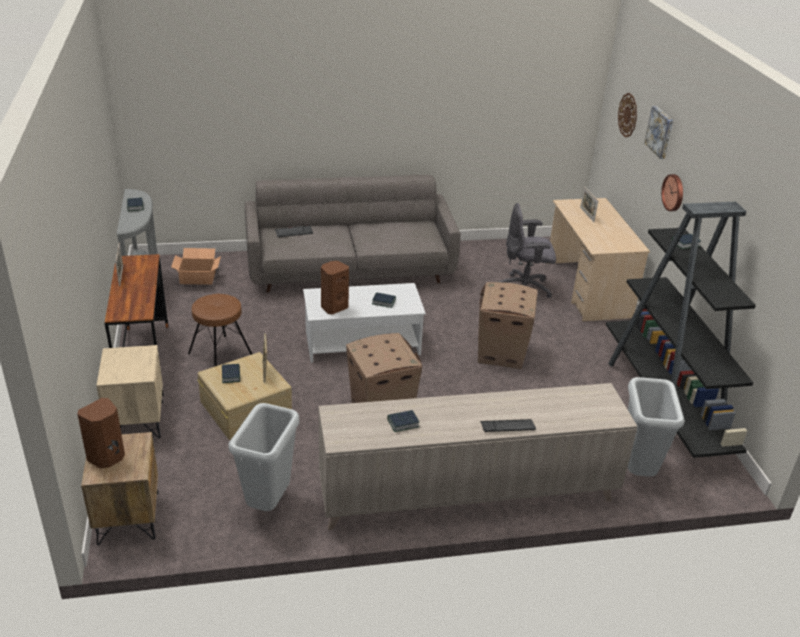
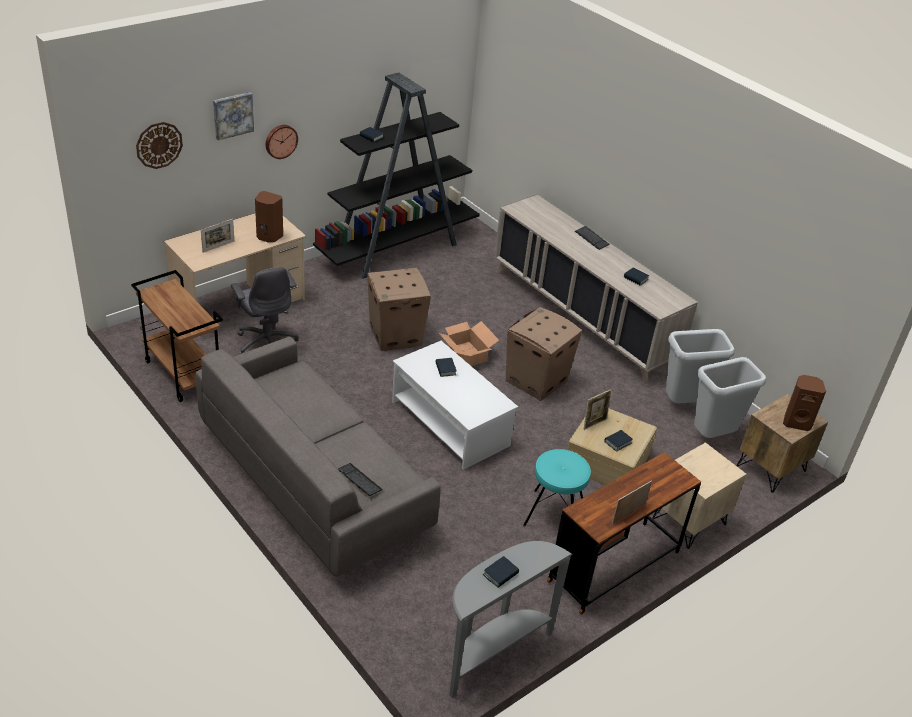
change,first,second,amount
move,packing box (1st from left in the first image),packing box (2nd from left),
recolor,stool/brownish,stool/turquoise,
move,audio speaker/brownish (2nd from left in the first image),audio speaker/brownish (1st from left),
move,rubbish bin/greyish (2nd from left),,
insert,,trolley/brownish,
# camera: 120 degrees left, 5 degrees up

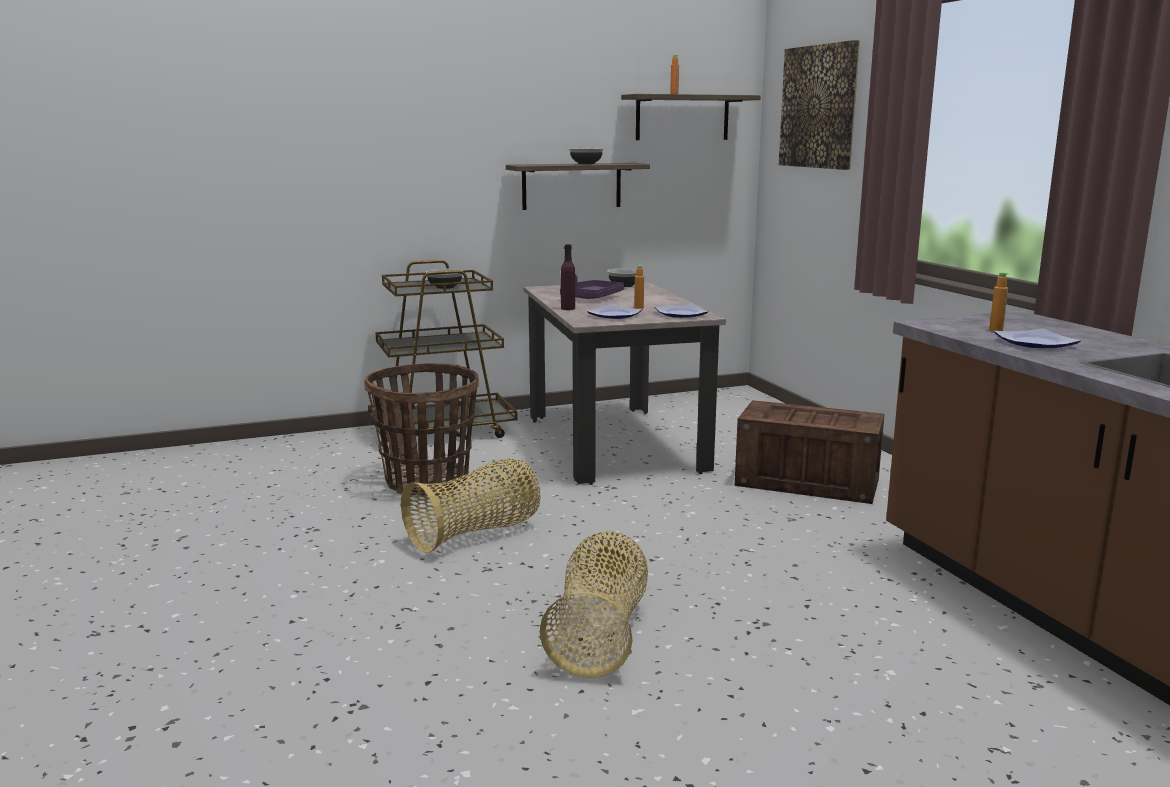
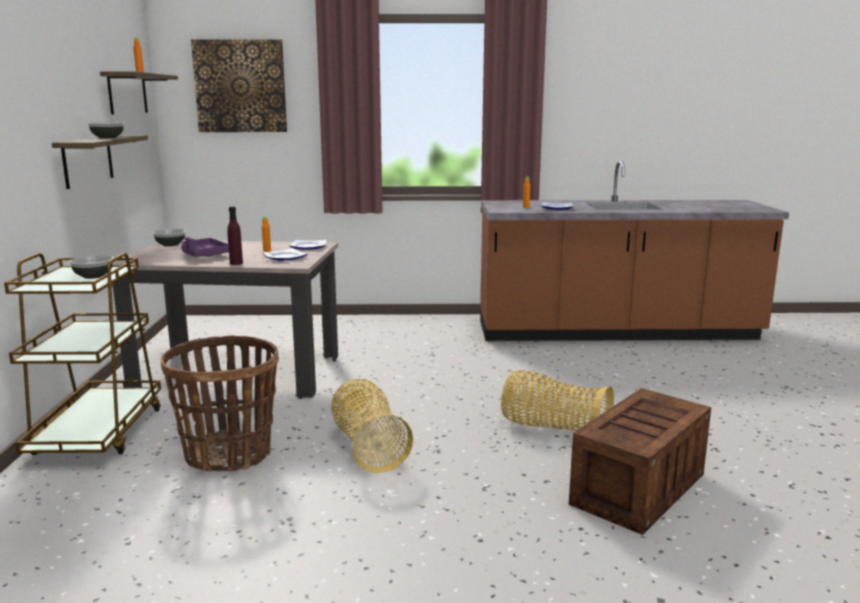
change,first,second,amount
move,crate,,
# camera: 70 degrees left, 0 degrees up

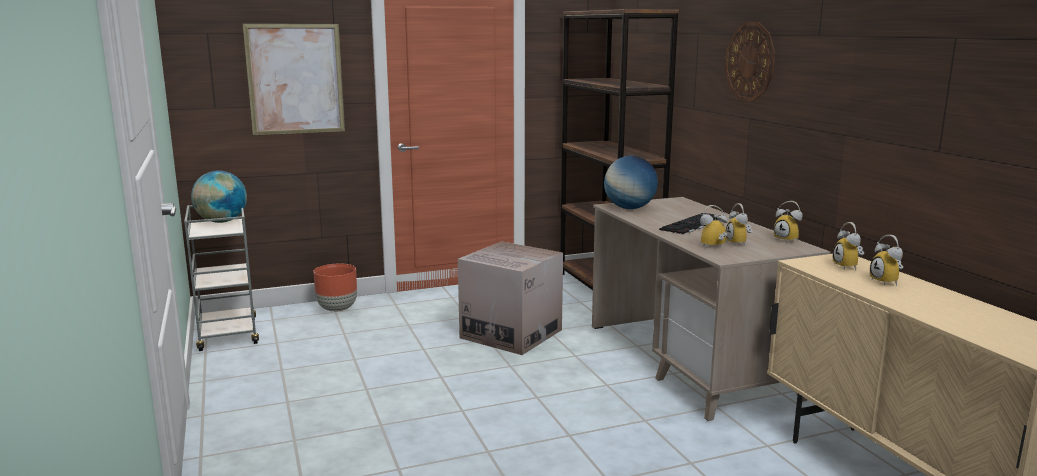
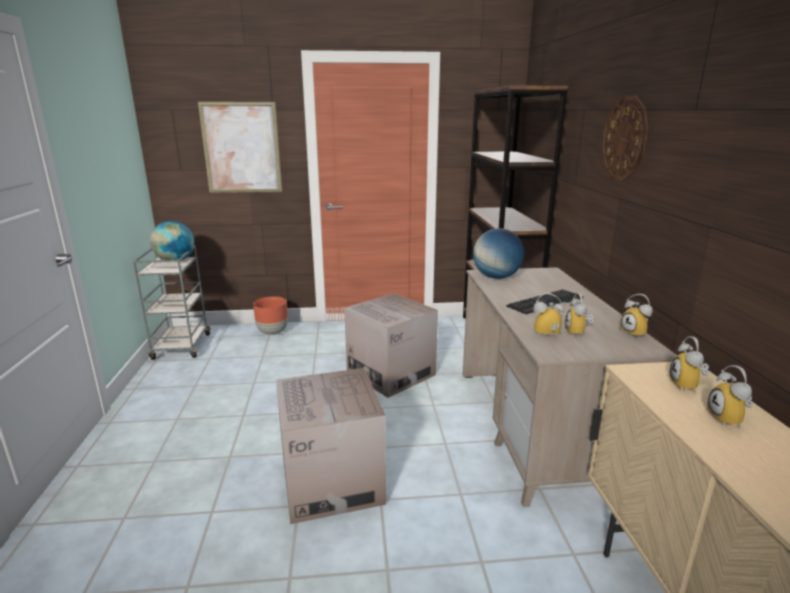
change,first,second,amount
insert,,packing box (1st from left),
# camera: 15 degrees right, 5 degrees up

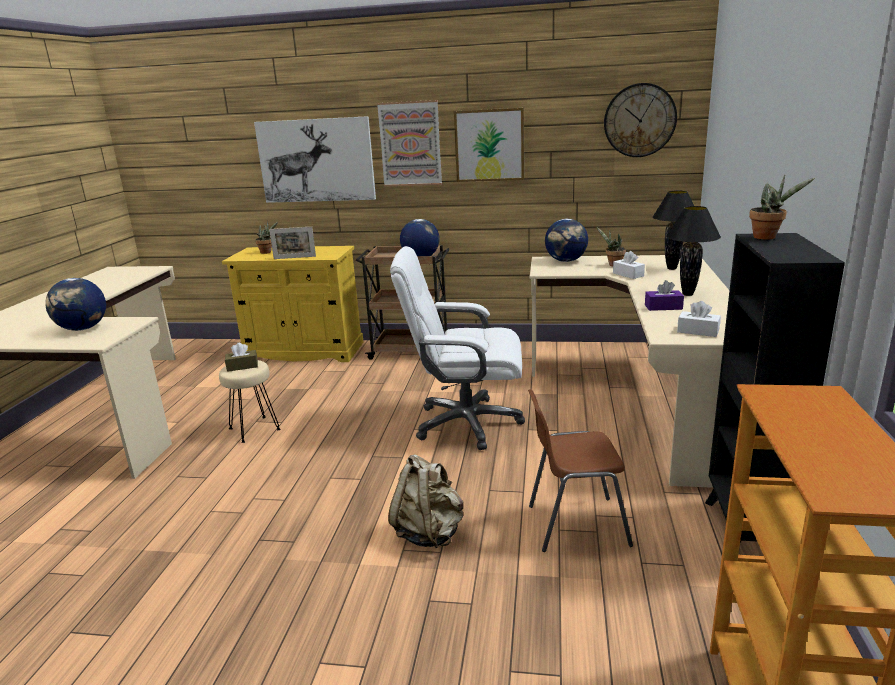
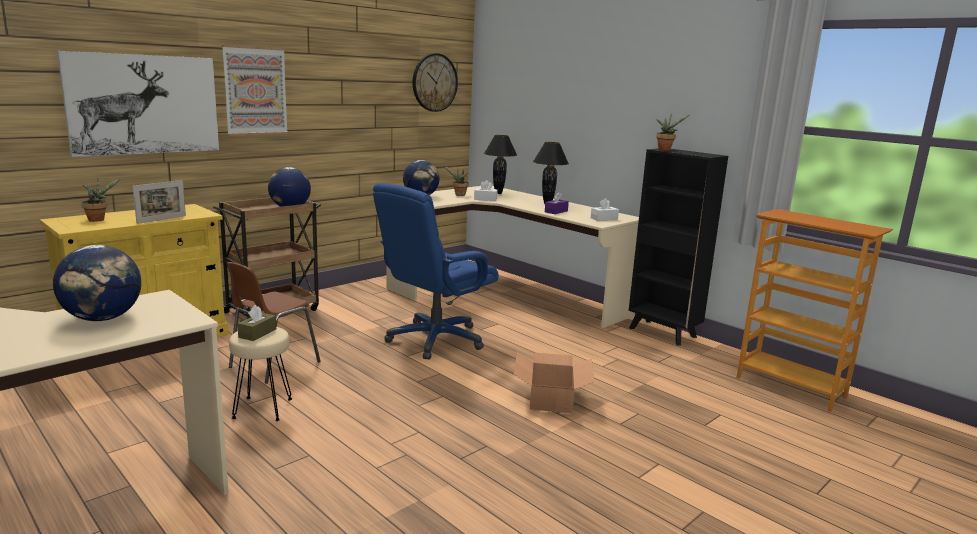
change,first,second,amount
replace,knapsack/beige-coloured,packing box,
recolor,desk chair/white-coloured,desk chair/blue,
delete,picture (3rd from left),,
move,upright chair/brownish,,
# camera: 55 degrees left, 5 degrees down

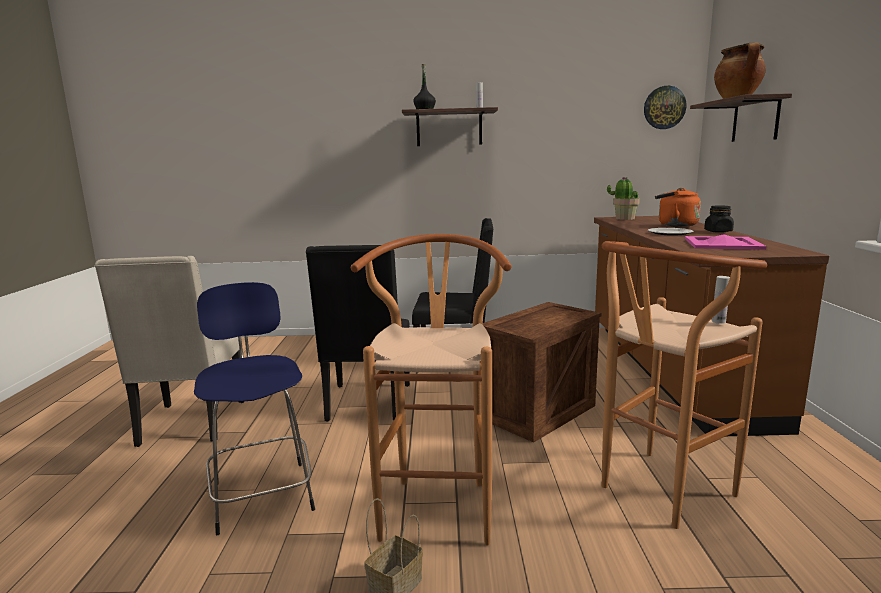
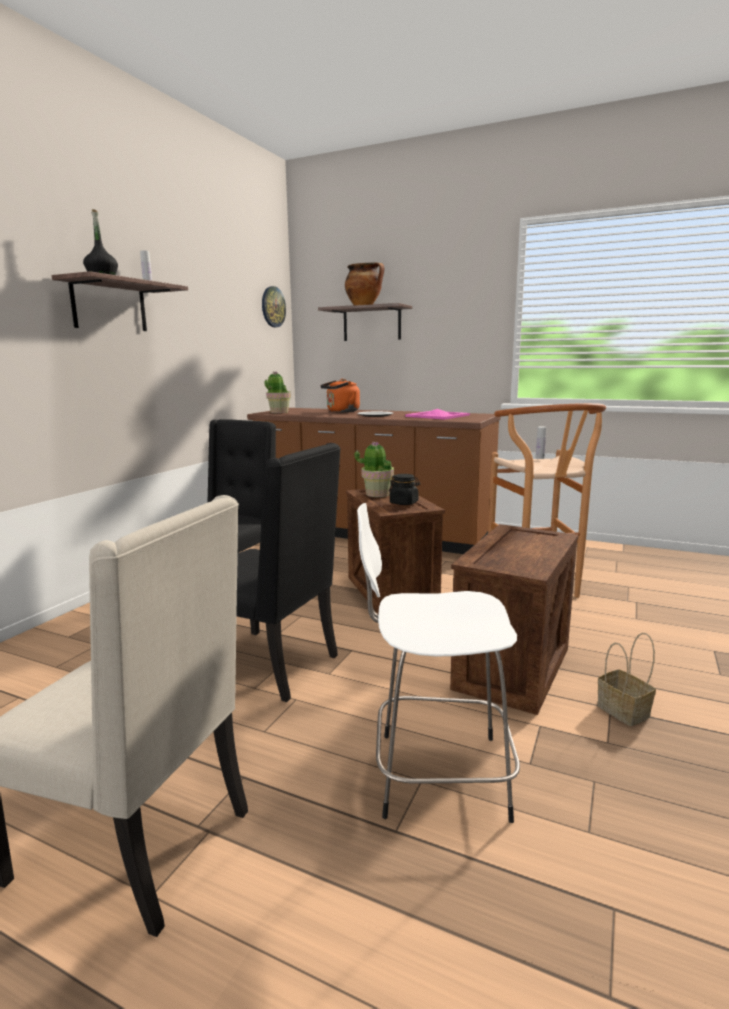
change,first,second,amount
recolor,stool/blue,stool/white-coloured,
replace,stool/brownish (1st from left),crate (2nd from left),
move,preserve jar/black-coloured,,
insert,,houseplant (2nd from left),
# camera: 65 degrees left, 0 degrees up

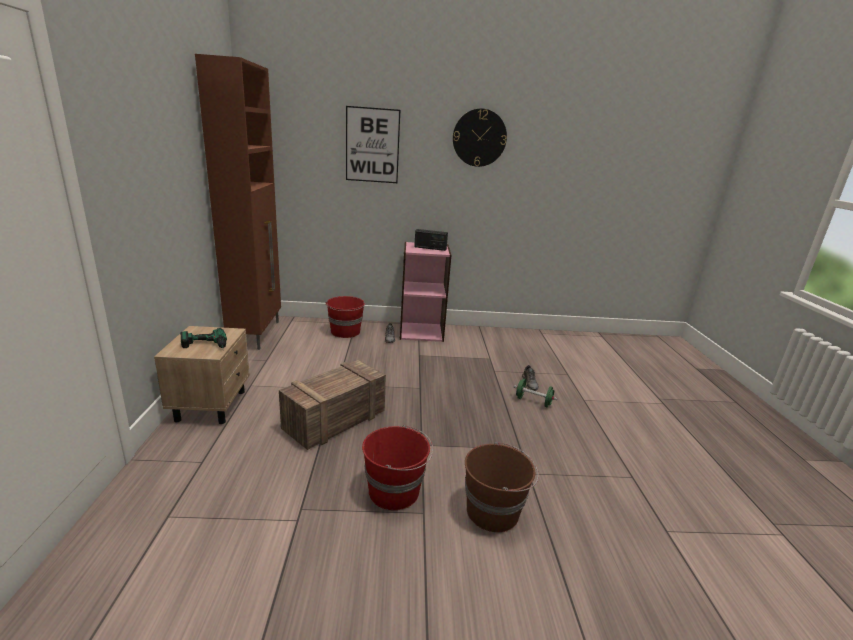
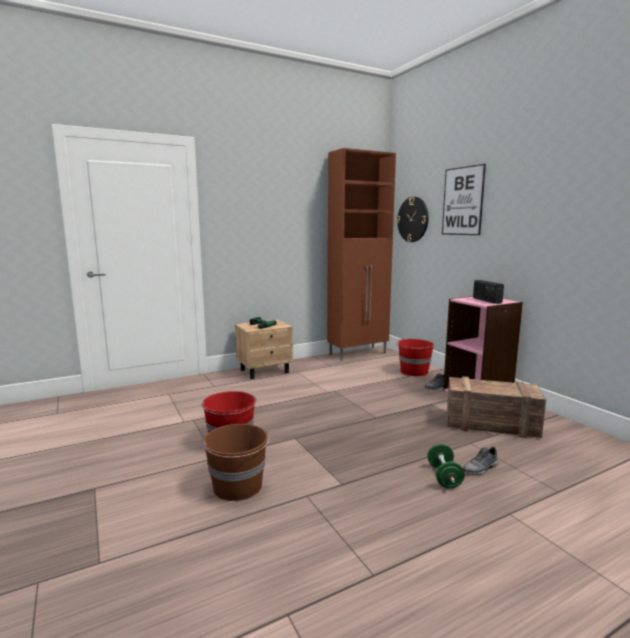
change,first,second,amount
move,crate,,
move,wall clock,,
# camera: 65 degrees right, 10 degrees down

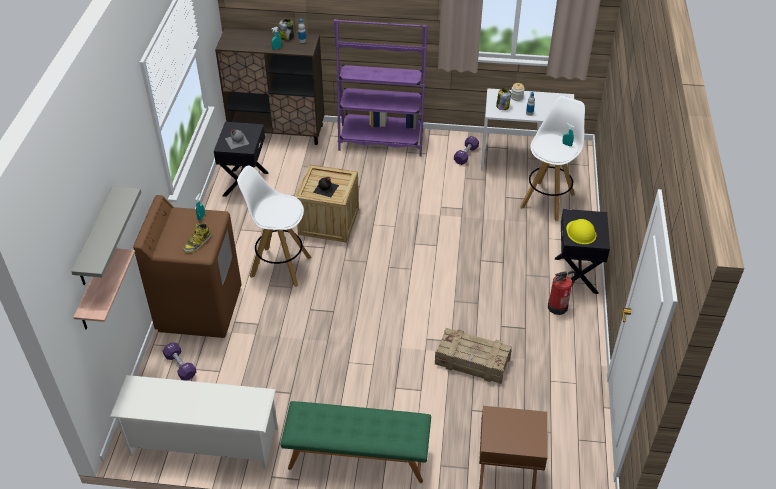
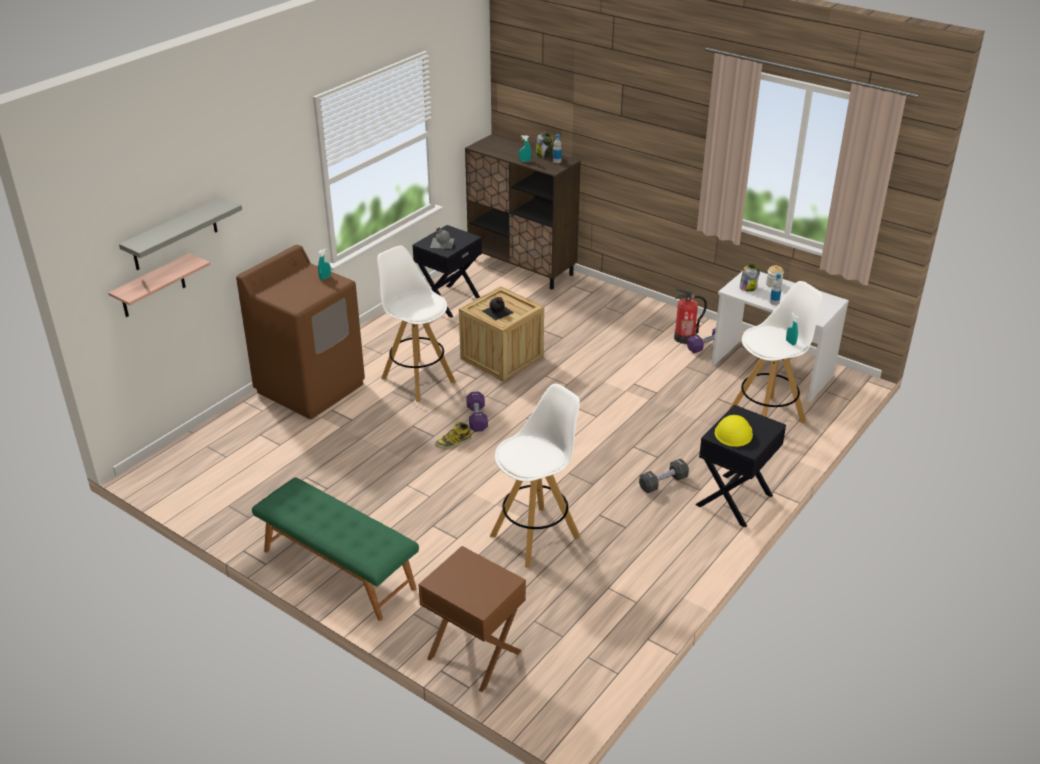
change,first,second,amount
delete,shoe stand/white-coloured,,
move,dumbbell/purple (1st from left),,
move,high-top boot,,
delete,bookshelf/purple,,
replace,crate (2nd from left),stool/white-coloured (2nd from left),
move,fire extinguisher,,
insert,,dumbbell/black-coloured,
# camera: 30 degrees right, 10 degrees down

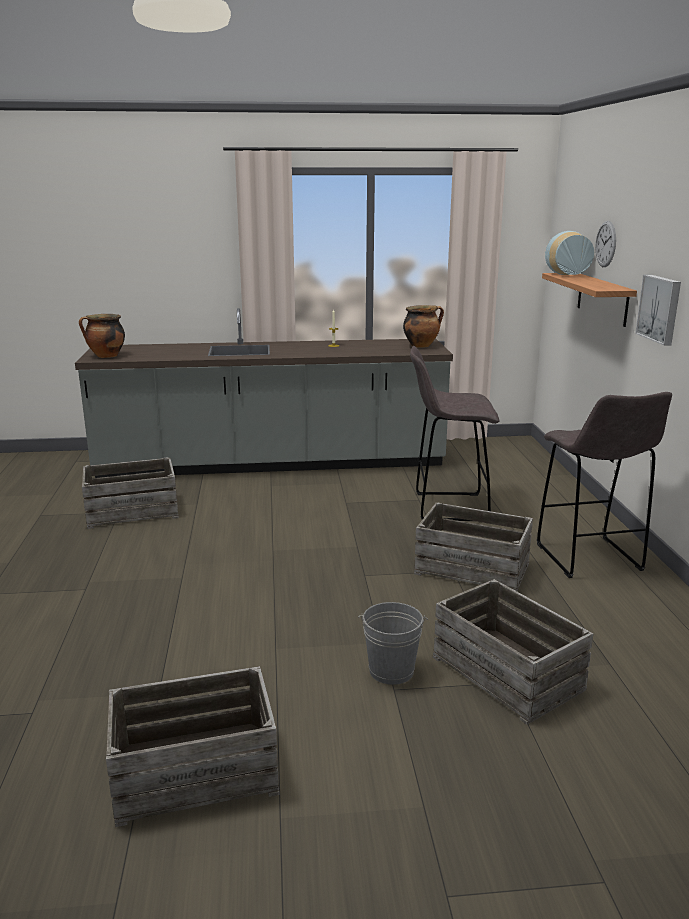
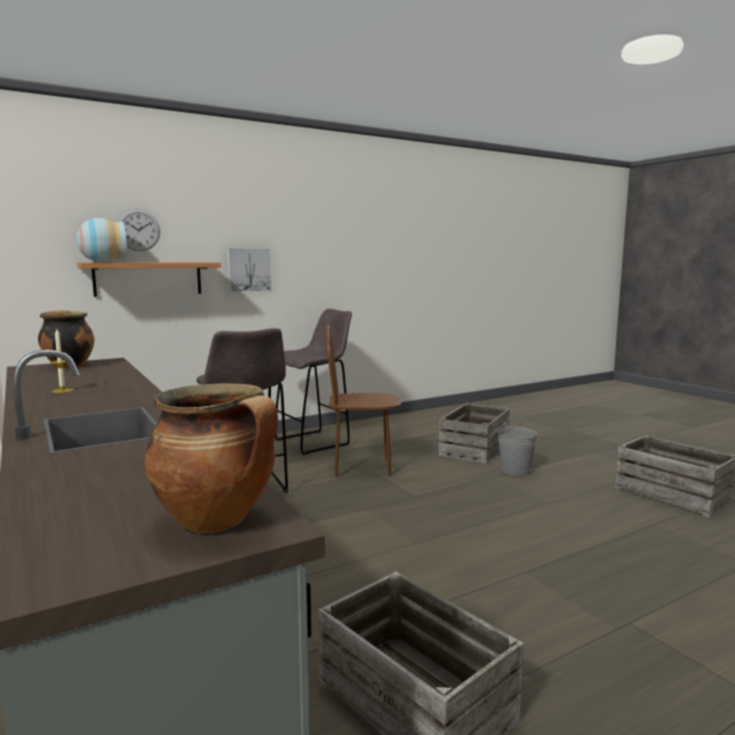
change,first,second,amount
replace,crate (3rd from left),upright chair/brownish,
# camera: 115 degrees left, 10 degrees down

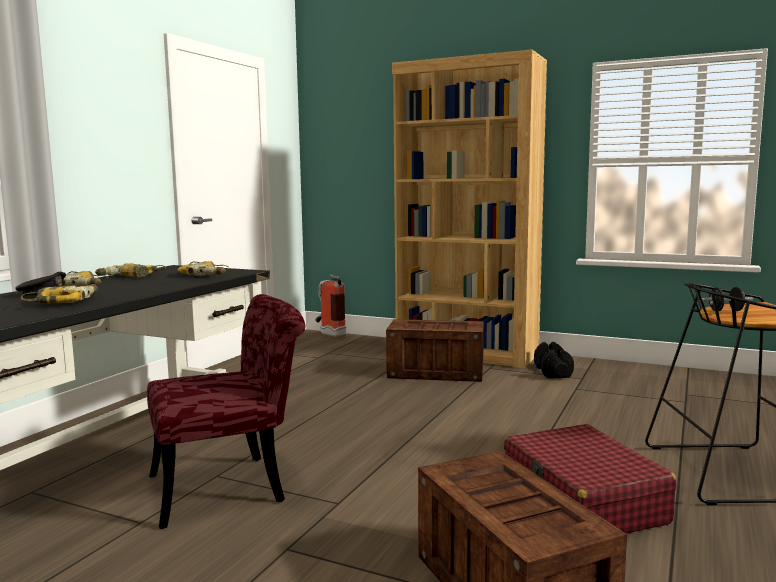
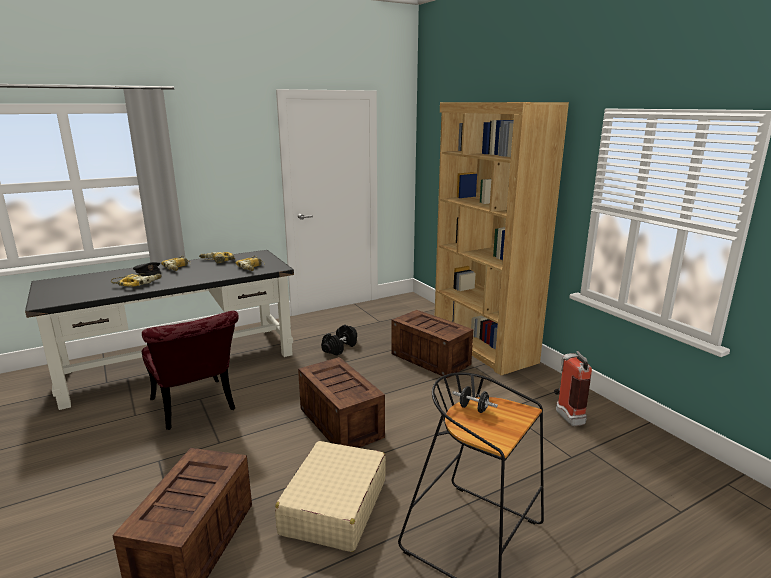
change,first,second,amount
rotate,upright chair/red,,45 degrees clockwise
move,fire extinguisher,,
recolor,piece of luggage/red,piece of luggage/beige-coloured,
move,dumbbell/black-coloured (1st from left),,
insert,,crate (2nd from left),
# camera: 35 degrees right, 10 degrees up

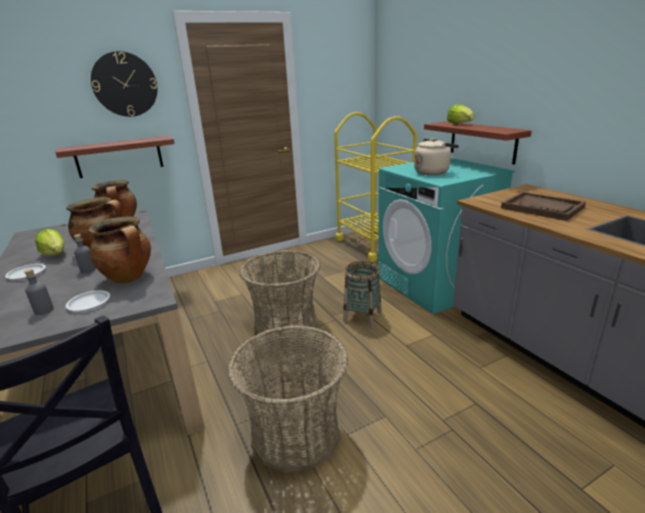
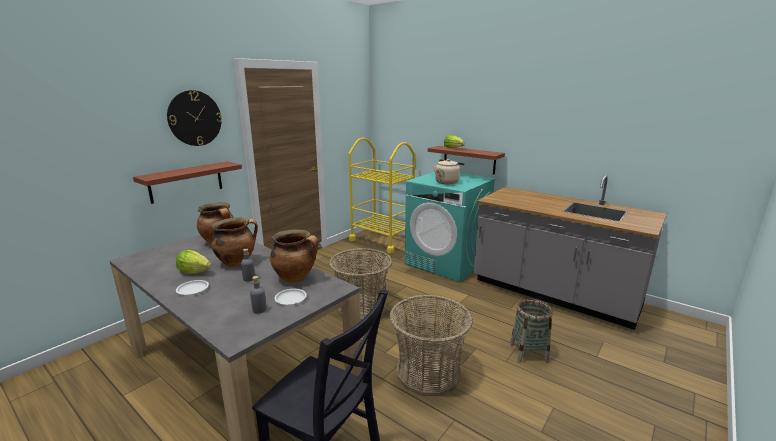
change,first,second,amount
move,basket (3rd from left),,
delete,serving tray/brownish,,
# camera: 25 degrees left, 5 degrees down

